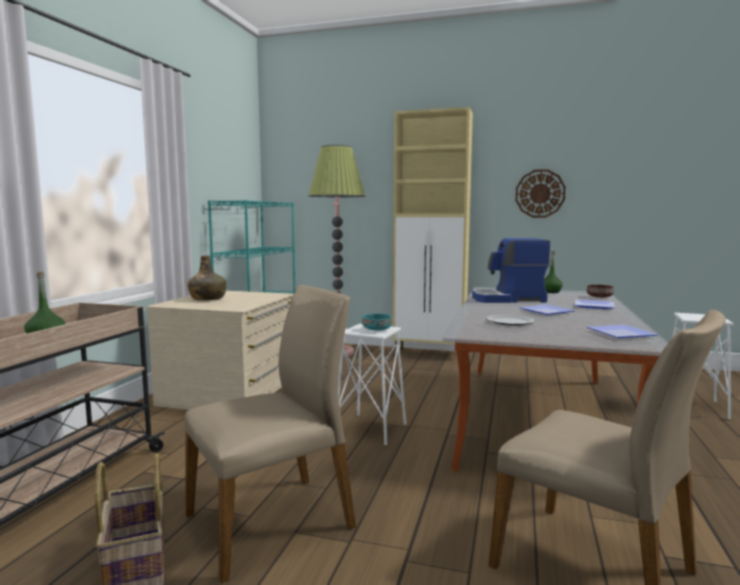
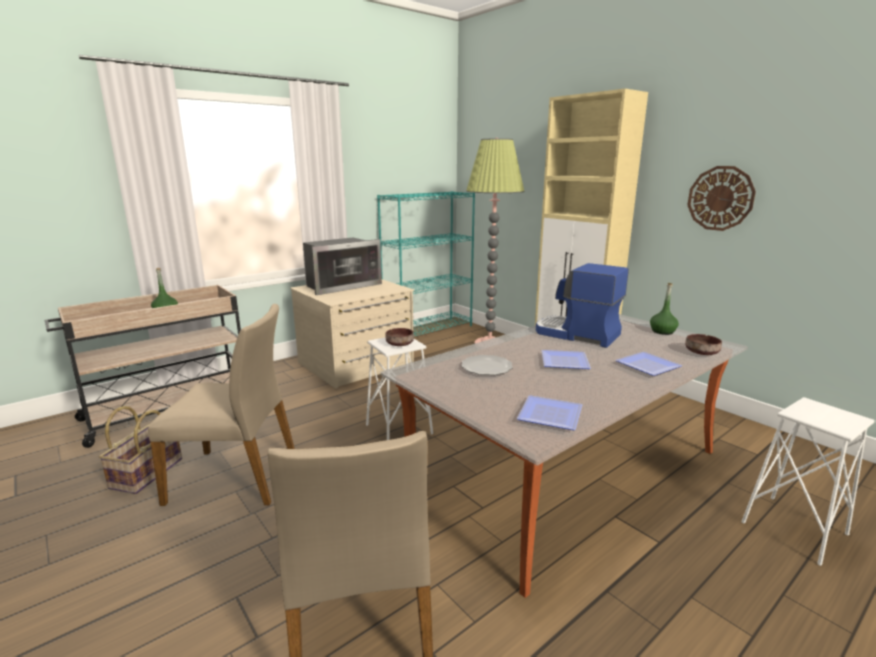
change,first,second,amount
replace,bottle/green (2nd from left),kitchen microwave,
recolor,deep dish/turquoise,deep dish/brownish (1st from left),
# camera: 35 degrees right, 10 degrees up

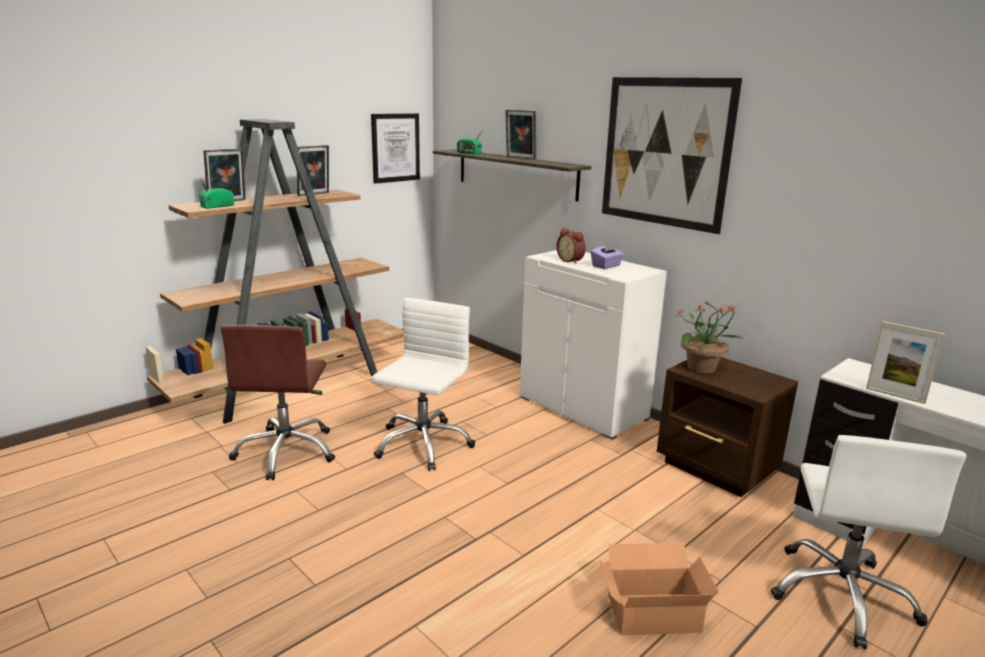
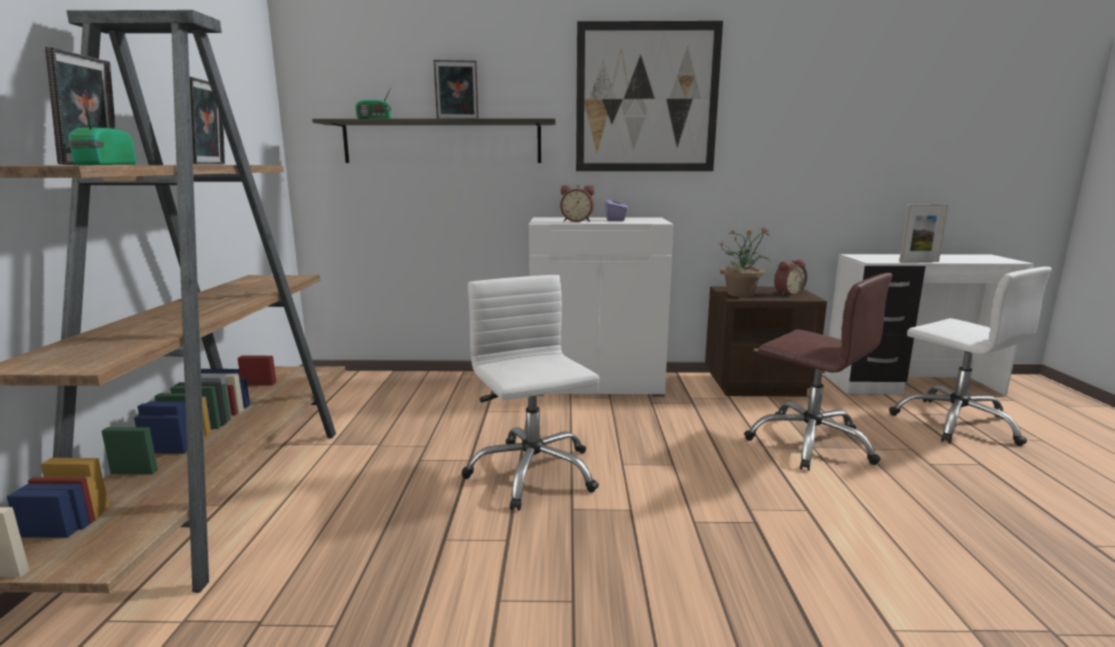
change,first,second,amount
move,desk chair/brownish,,
delete,picture (1st from left),,
delete,packing box,,
insert,,bedside clock (2nd from left),
# camera: 45 degrees left, 5 degrees down

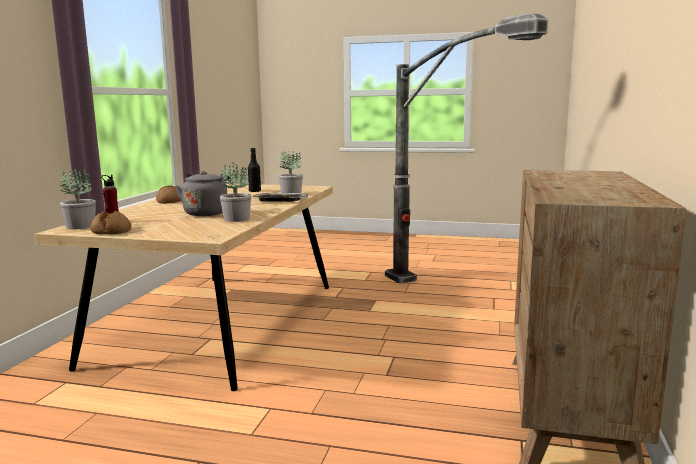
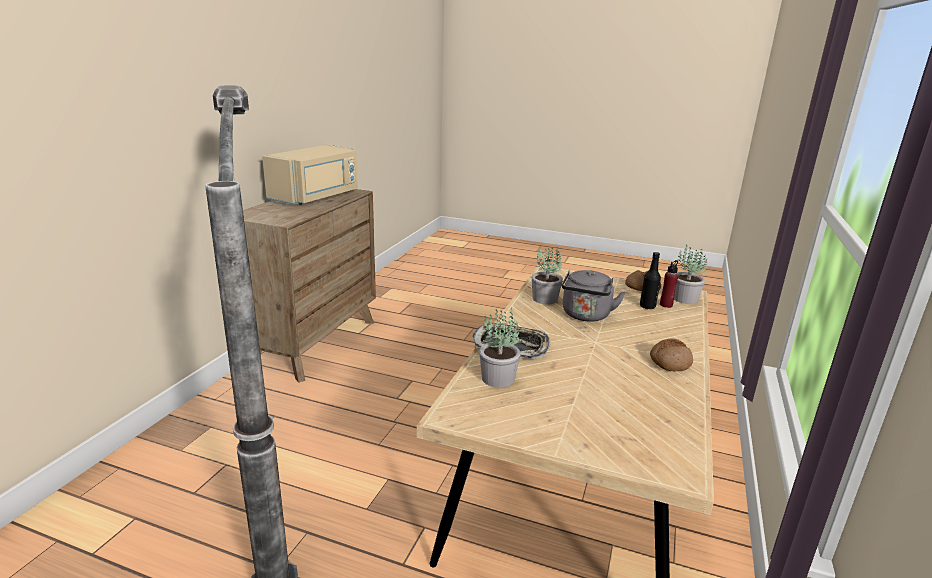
change,first,second,amount
move,bottle/black-coloured,,
insert,,kitchen microwave/beige-coloured,
# camera: 175 degrees left, 10 degrees up

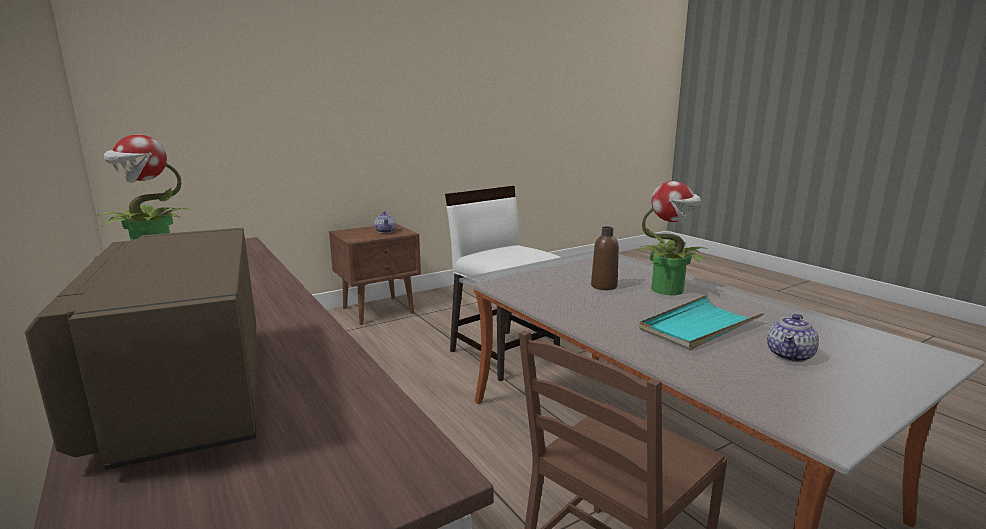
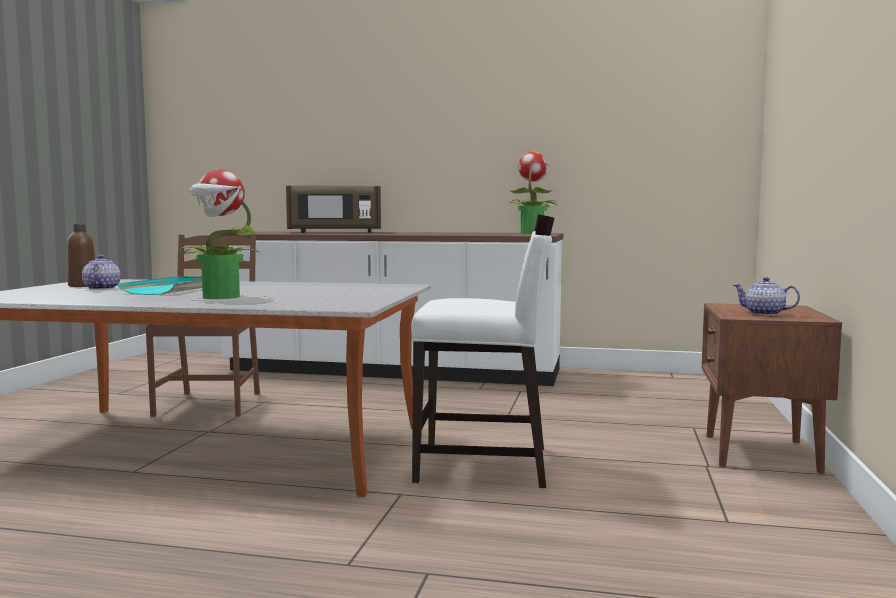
change,first,second,amount
rotate,kitchen microwave/brownish,,150 degrees clockwise
move,bottle/brownish,,
# camera: 135 degrees right, 10 degrees down

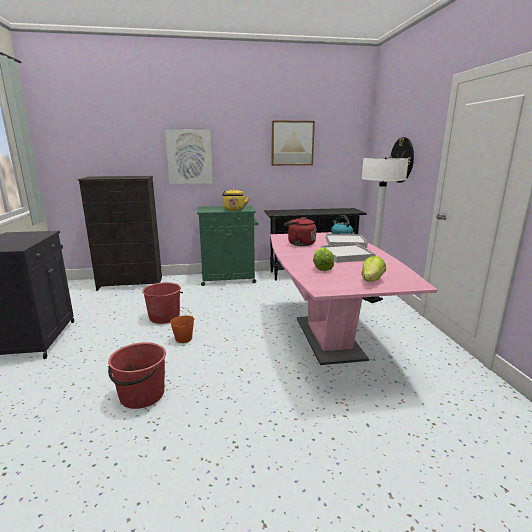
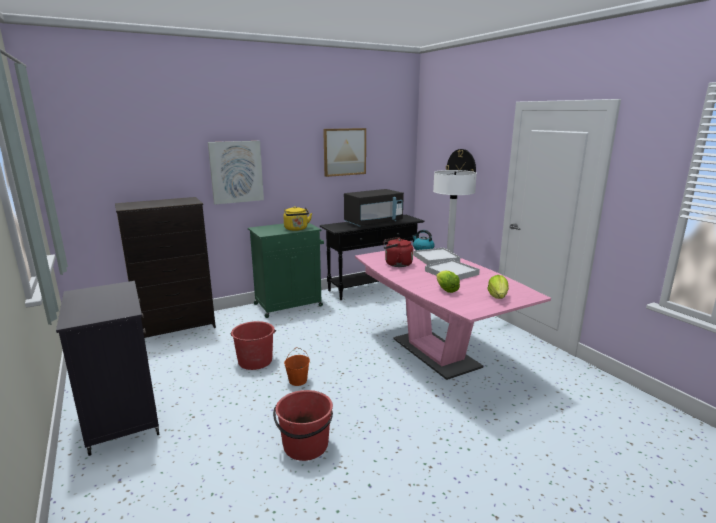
change,first,second,amount
insert,,kitchen microwave/black-coloured,
# camera: 20 degrees left, 0 degrees up

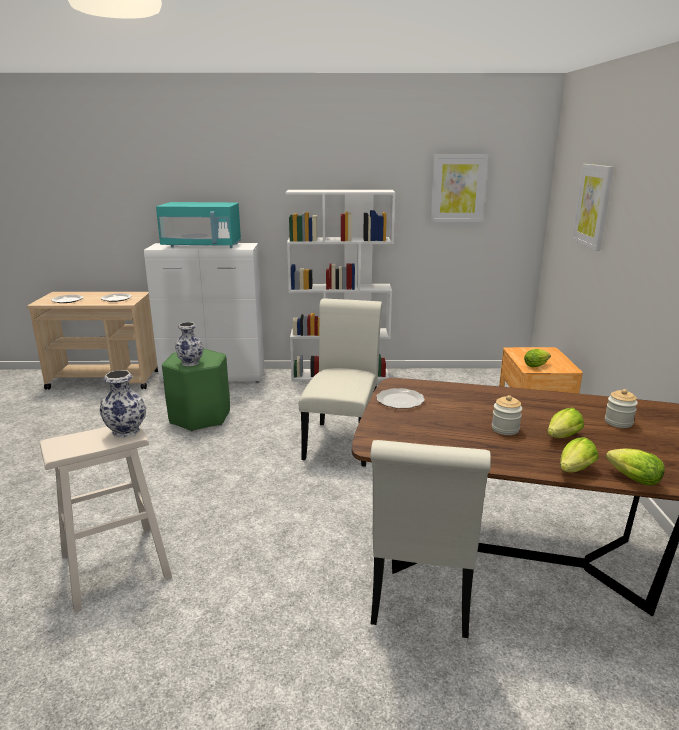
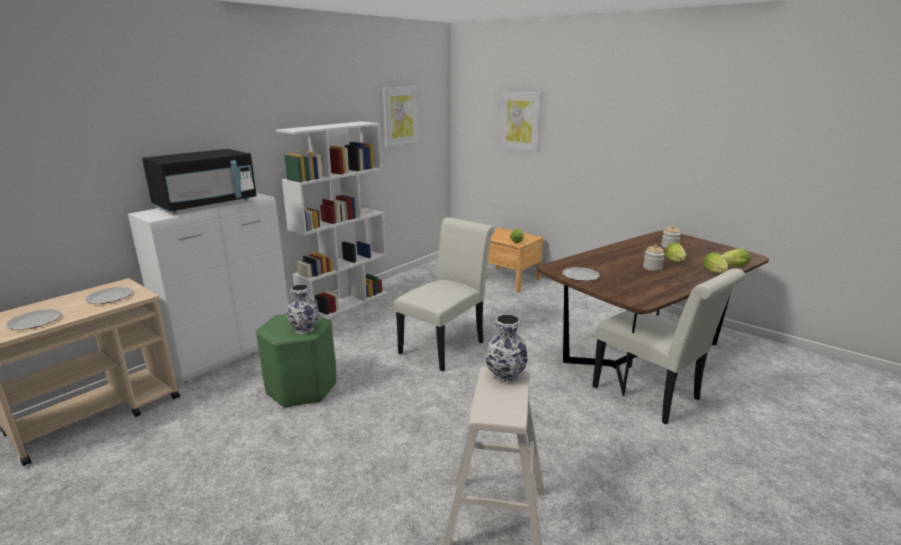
change,first,second,amount
recolor,kitchen microwave/turquoise,kitchen microwave/black-coloured,
rotate,upright chair/white-coloured (1st from left),,75 degrees clockwise
# camera: 50 degrees left, 0 degrees up

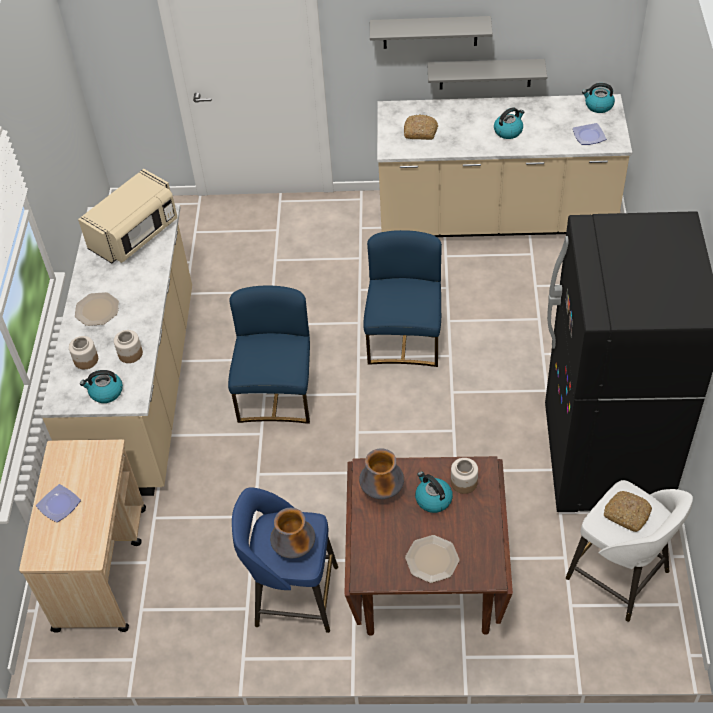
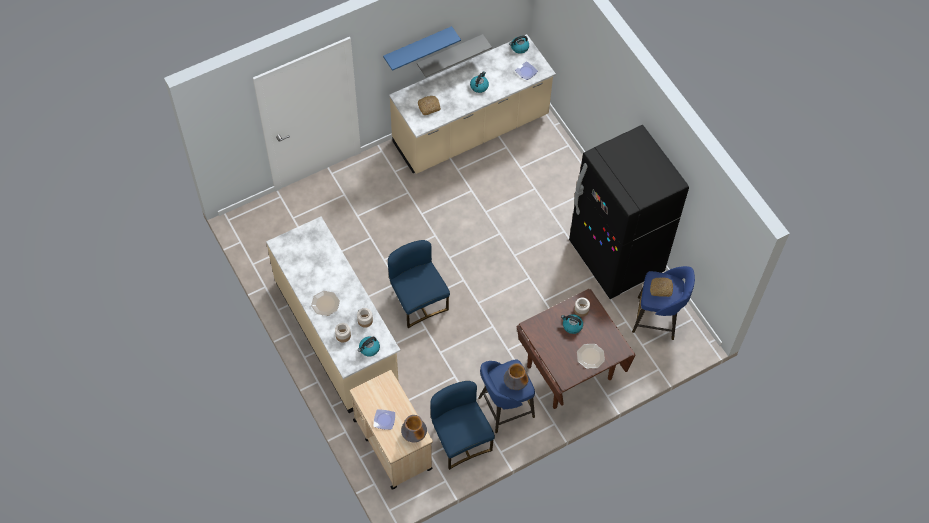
change,first,second,amount
delete,kitchen microwave/beige-coloured,,
move,flower vase (2nd from left in the first image),flower vase (1st from left),
move,upright chair/blue (2nd from left),,
recolor,bracket shelf/greyish (1st from left),bracket shelf/blue,
recolor,stool/white-coloured,stool/blue (2nd from left),
# camera: 35 degrees left, 10 degrees up

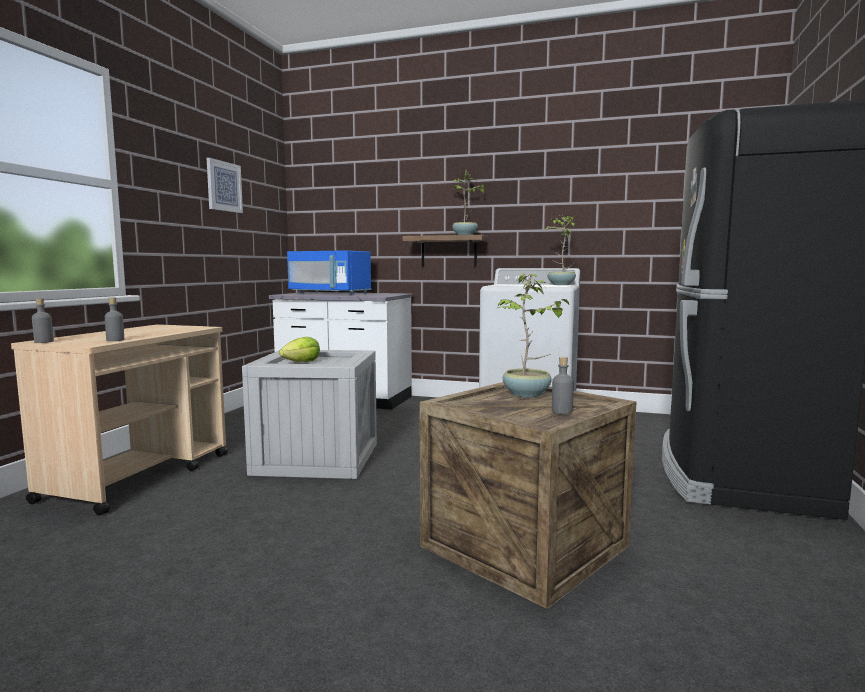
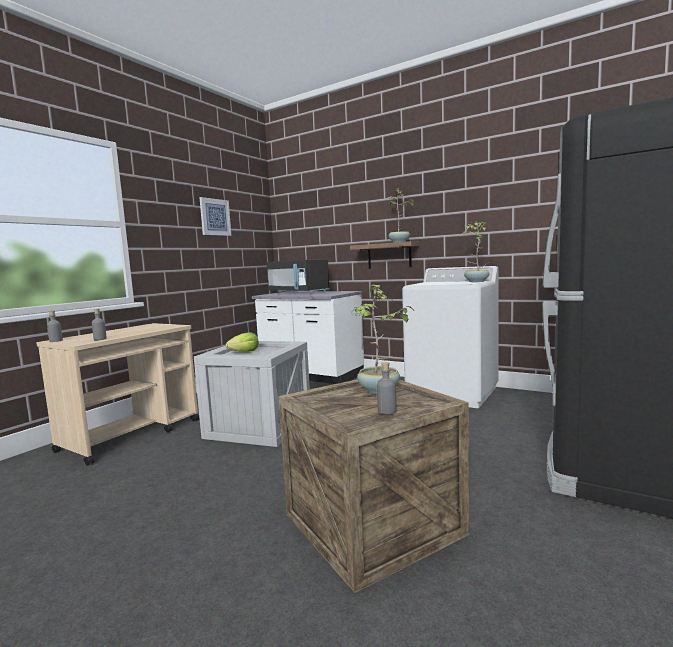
change,first,second,amount
recolor,kitchen microwave/blue,kitchen microwave/black-coloured,
# camera: 15 degrees right, 0 degrees up

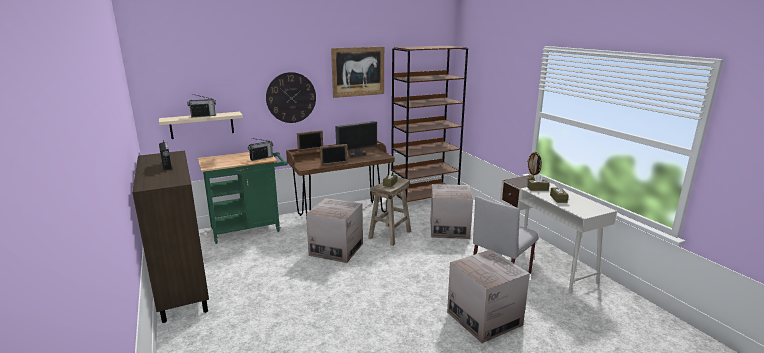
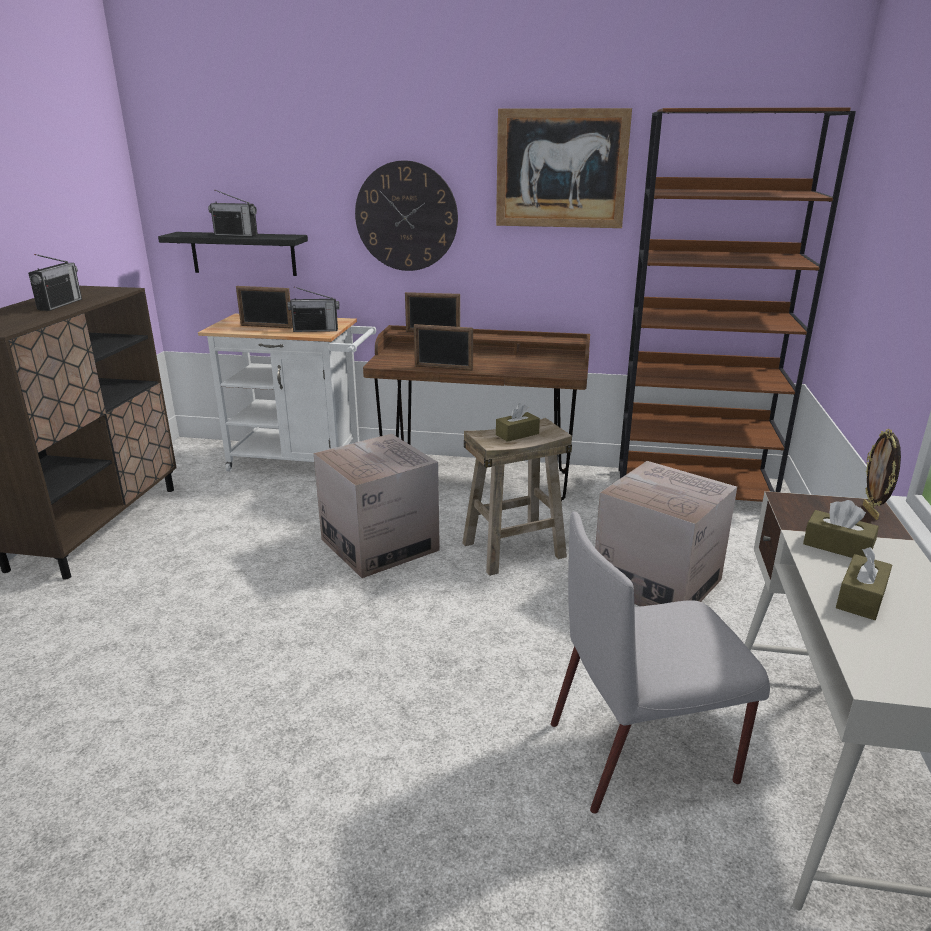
change,first,second,amount
recolor,bracket shelf/beige-coloured,bracket shelf/black-coloured,
recolor,trolley/green,trolley/white-coloured,
delete,computer display,,
delete,packing box (3rd from left),,
insert,,picture frame (1st from left),
# camera: 35 degrees right, 5 degrees up

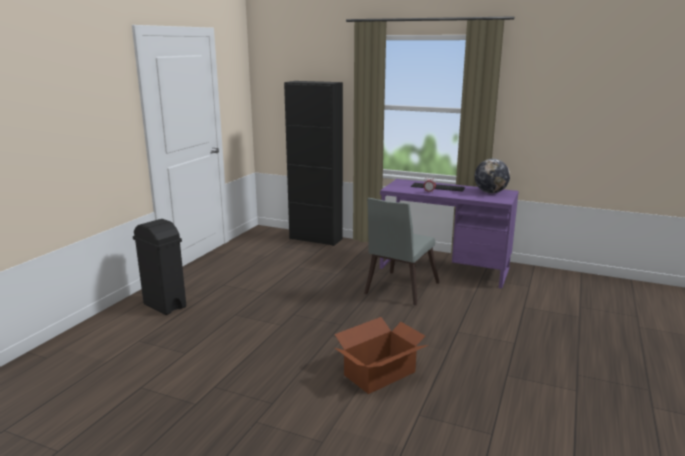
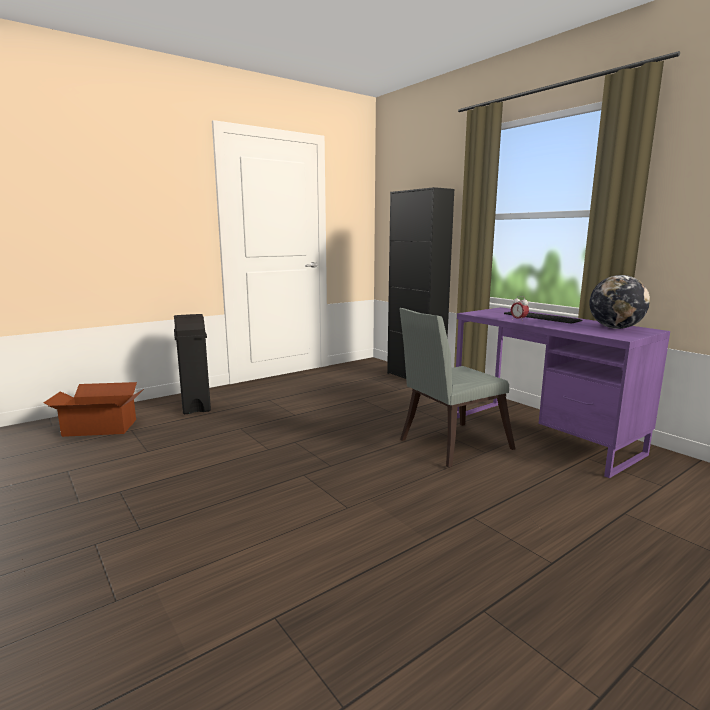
change,first,second,amount
move,packing box,,
# camera: 30 degrees right, 5 degrees down

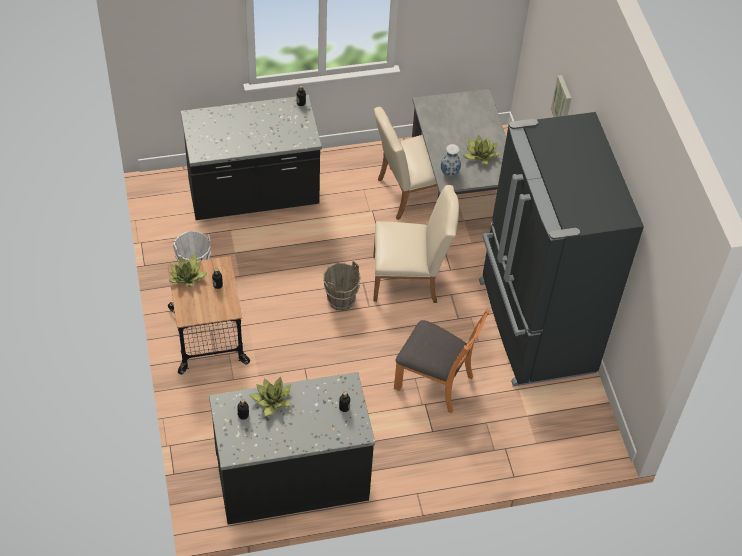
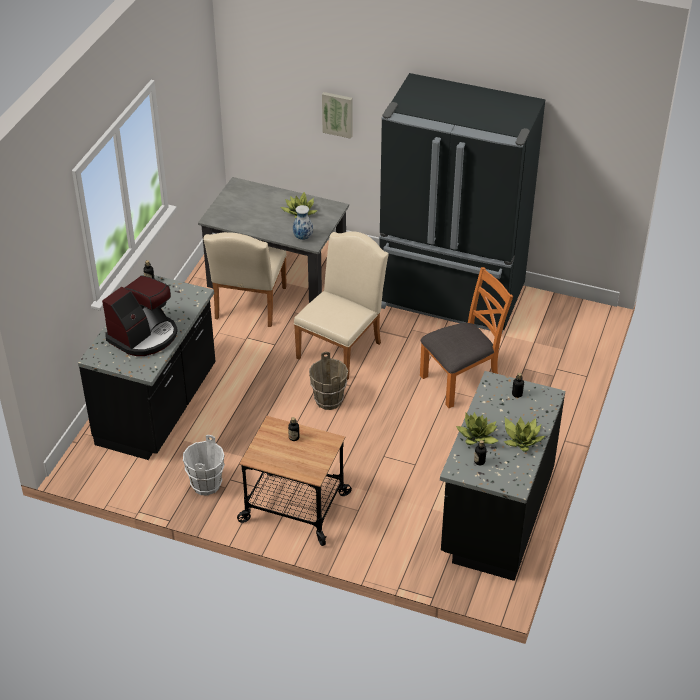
change,first,second,amount
move,houseplant (1st from left in the first image),houseplant (3rd from left),
insert,,coffee machine,
# camera: 55 degrees left, 10 degrees down

